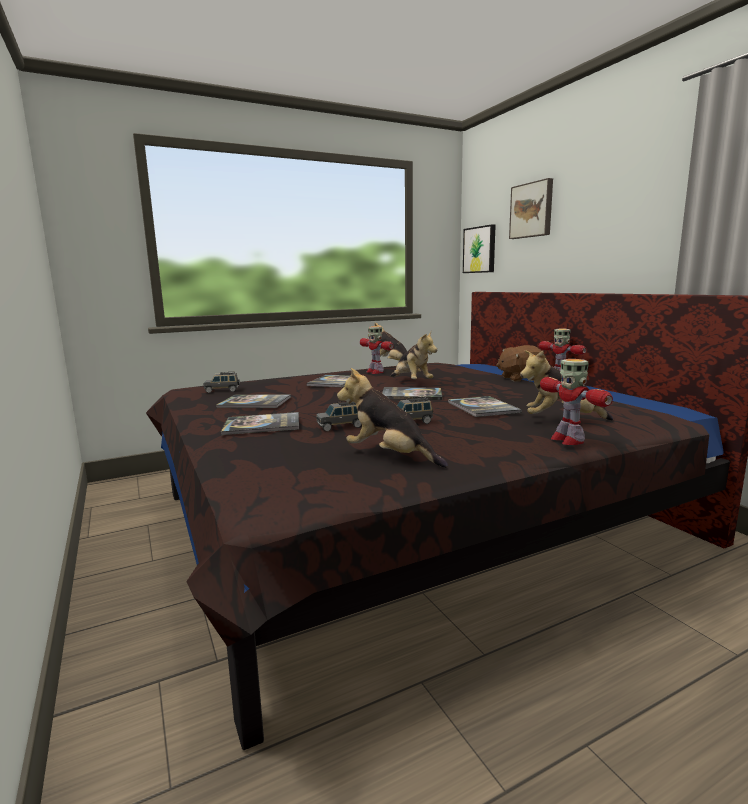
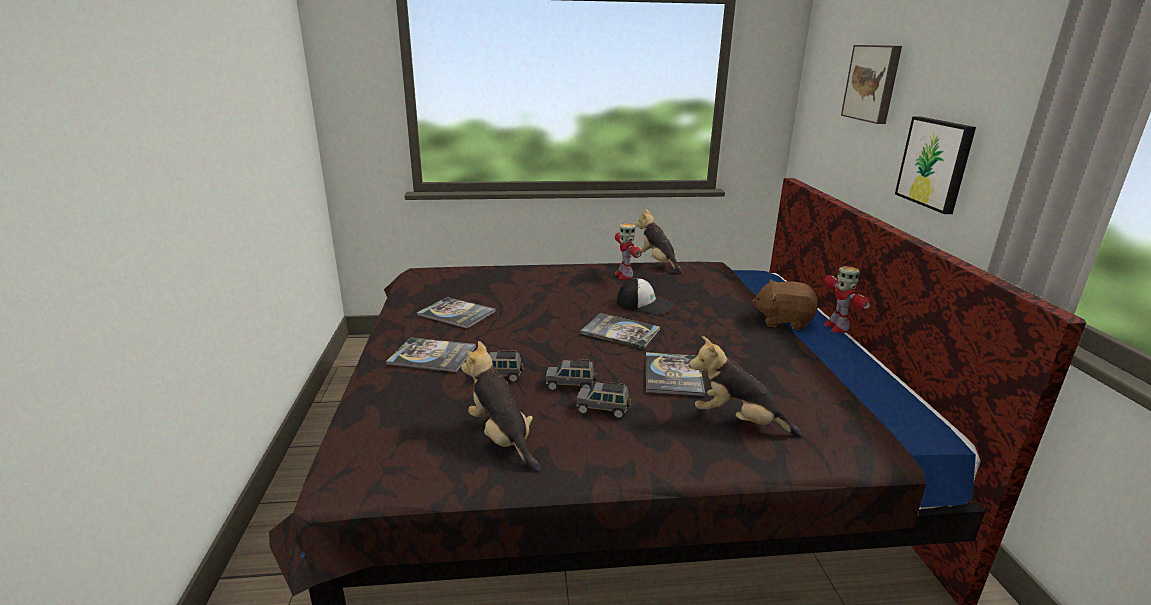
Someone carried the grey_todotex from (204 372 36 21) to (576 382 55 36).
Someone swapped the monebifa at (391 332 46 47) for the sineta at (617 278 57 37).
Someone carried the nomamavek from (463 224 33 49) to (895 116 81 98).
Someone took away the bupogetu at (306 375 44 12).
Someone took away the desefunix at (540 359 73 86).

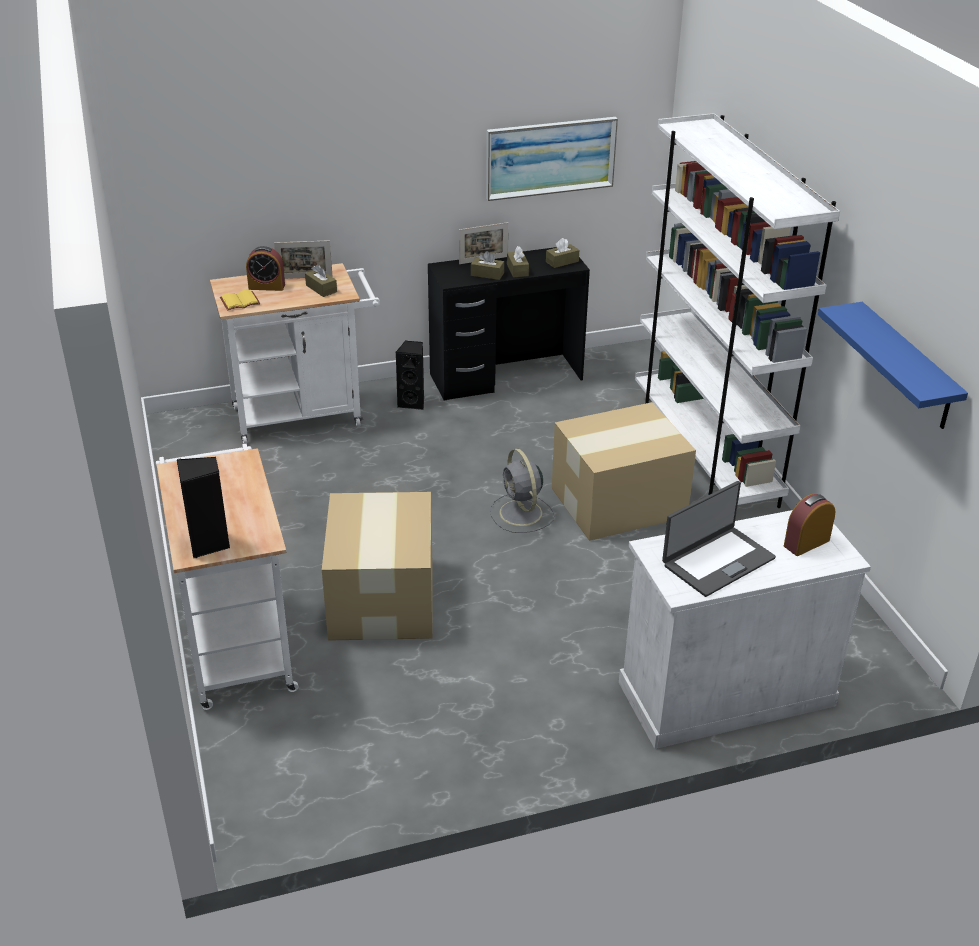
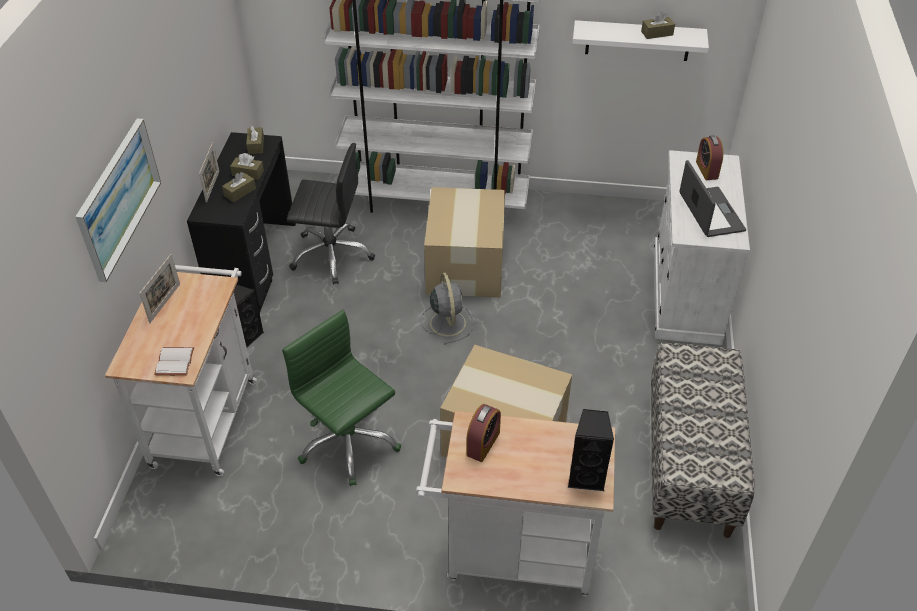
Someone carried the nomamavek from (486 117 132 84) to (75 118 86 164).
Someone repainted the yellow_bupogetu at (220 290 40 21), which became the white_bupogetu at (154 347 40 29).
Someone put down the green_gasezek at (282 310 119 176).
Someone put down the black_gasezek at (286 143 89 142).
Someone rotated the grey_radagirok at (490 449 65 84) by 105 degrees counterclockwise.
Someone carried the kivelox from (246 246 39 45) to (466 404 35 58).
Someone repainted the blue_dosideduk at (818 302 150 127), which became the white_dosideduk at (573 20 136 41).
Someone carried the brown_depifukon from (305 264 32 33) to (641 12 34 27).
Someone put down the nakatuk at (651 342 103 196).

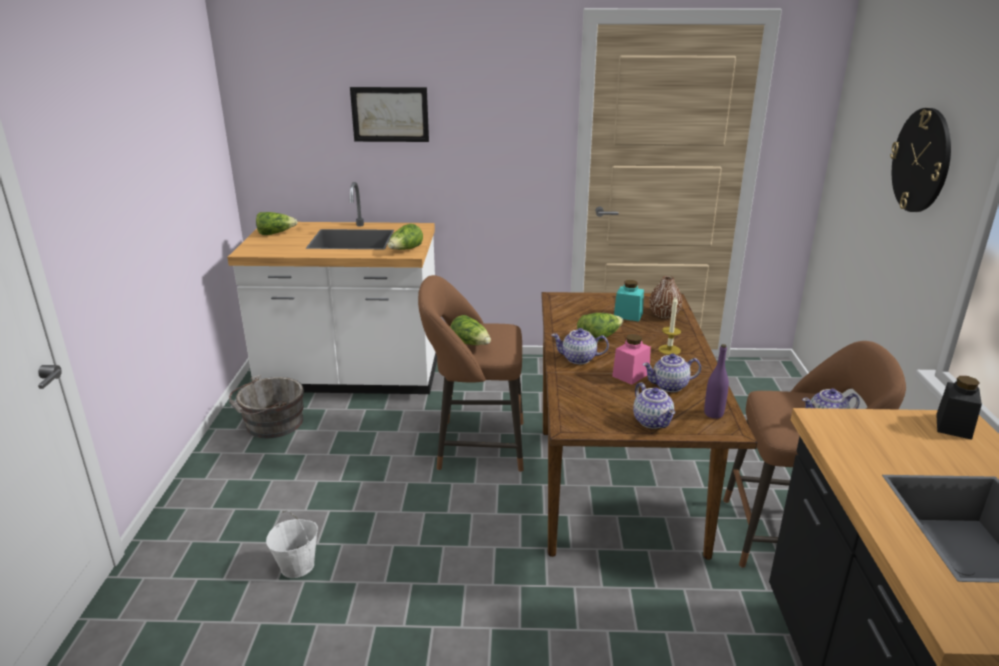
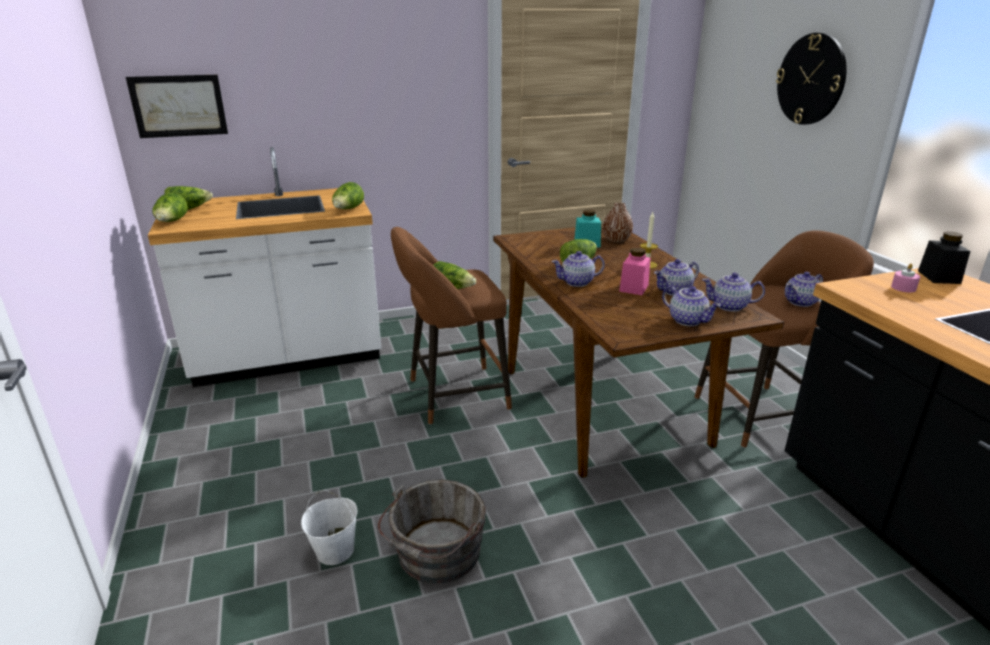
Someone carried the nomamavek from (350 87 79 55) to (126 75 102 63).
Someone put down the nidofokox at (152 193 36 29).
Someone carried the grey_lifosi from (229 375 75 63) to (378 479 108 105).
Someone swapped the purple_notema at (704 344 25 75) for the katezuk at (702 273 63 39).
Someone put down the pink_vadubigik at (891 264 29 29).

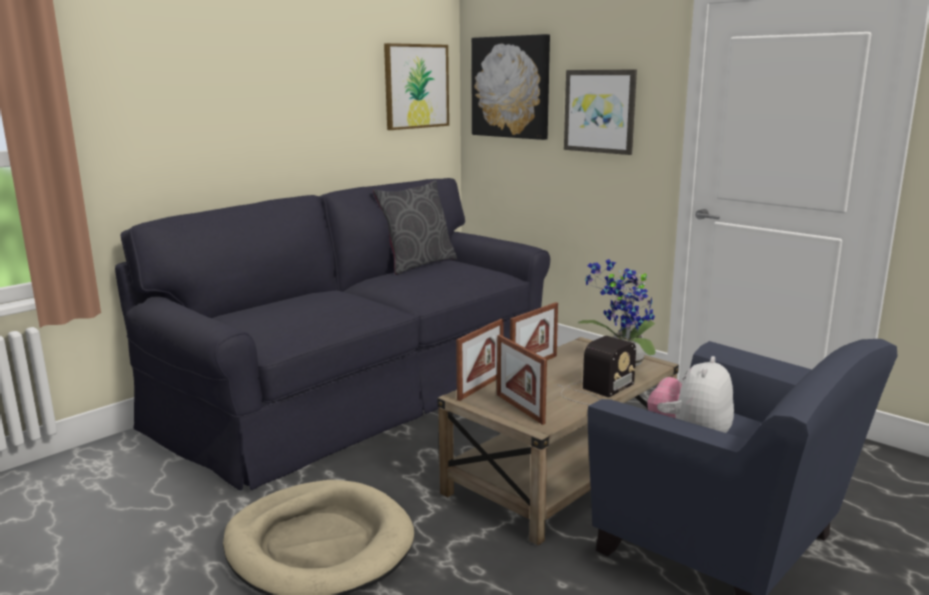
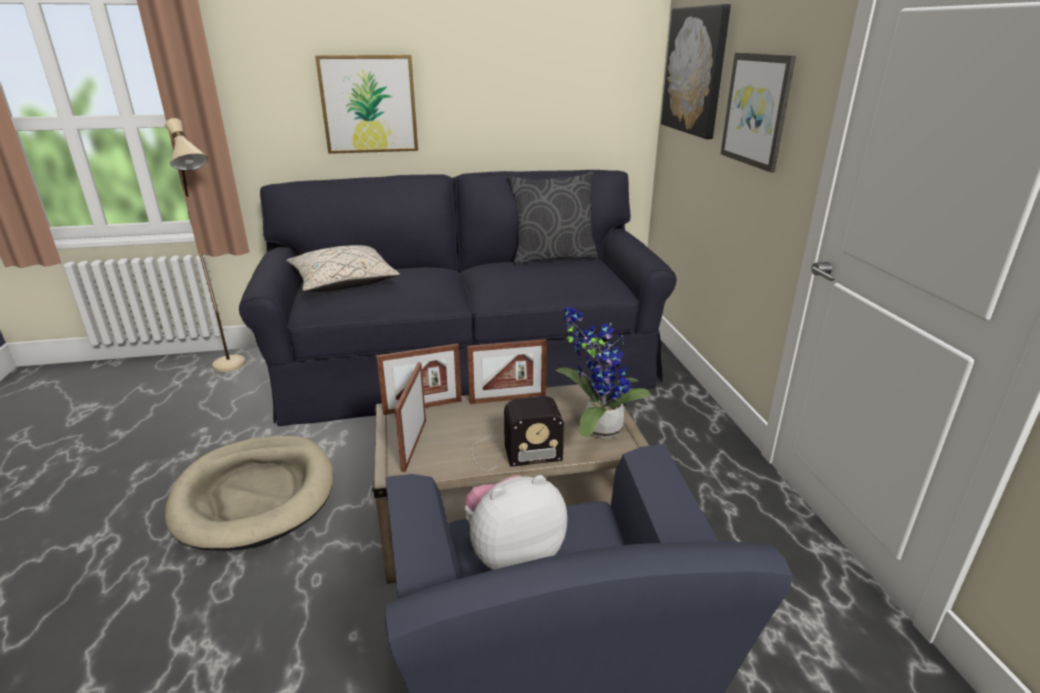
Someone put down the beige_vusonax at (165 118 81 254).
Someone put down the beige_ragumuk at (286 245 114 47).
Someone carried the nomamavek from (384 43 65 87) to (315 55 103 99).

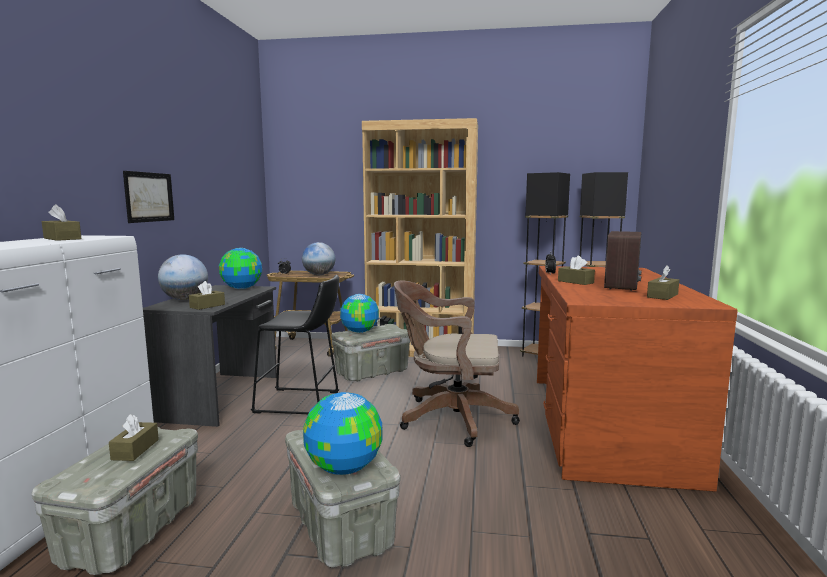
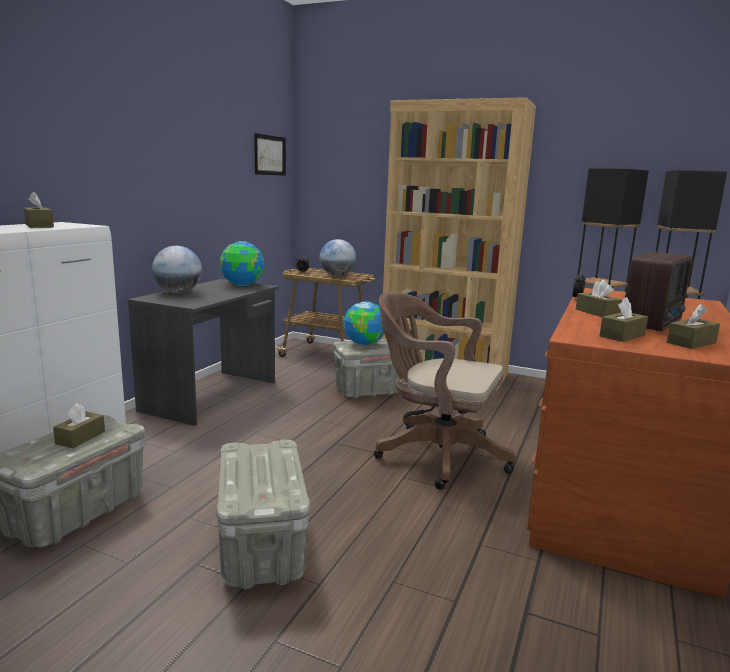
Someone carried the nomamavek from (123 171 51 52) to (254 133 32 43).
Someone carried the brown_depifukon from (189 281 36 29) to (599 297 49 45).
Someone took away the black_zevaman at (251 275 88 139).
Someone took away the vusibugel at (303 392 80 83).

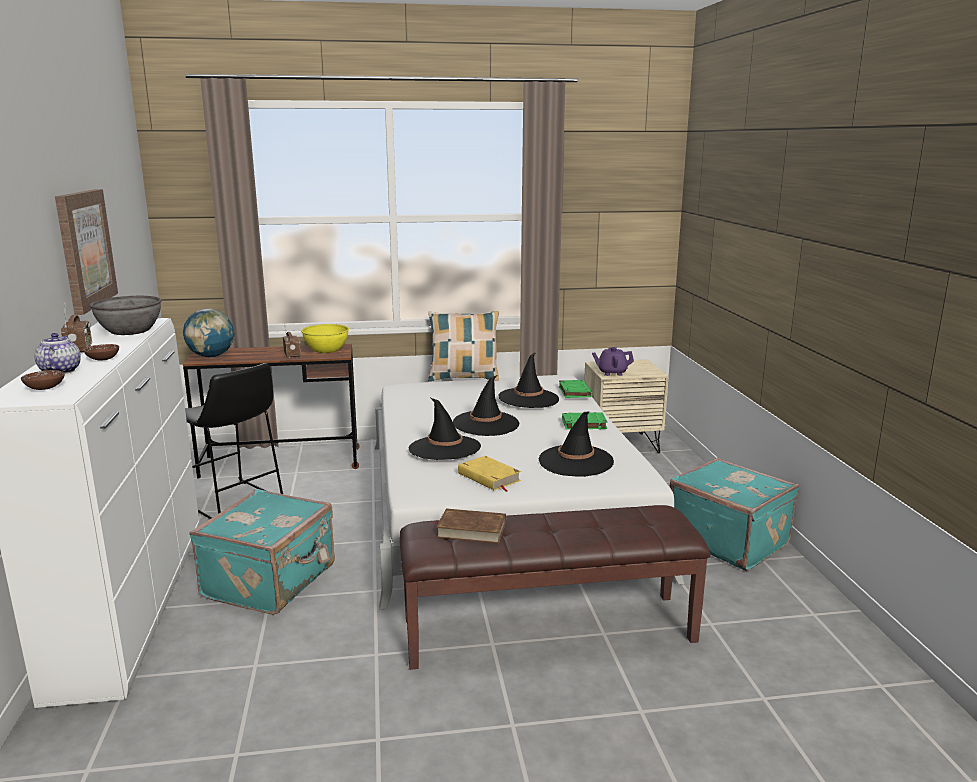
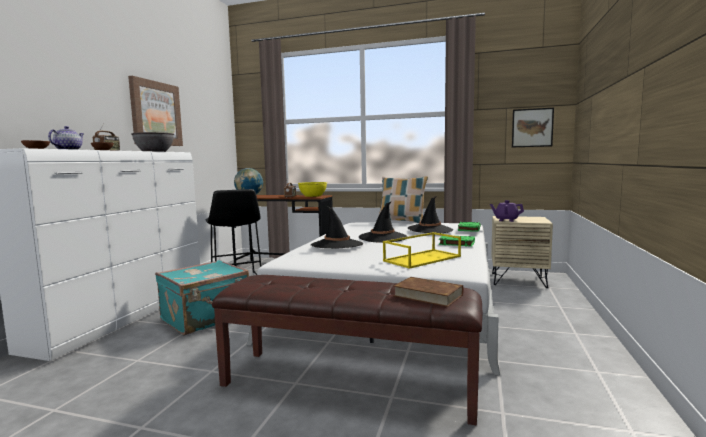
Someone swapped the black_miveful at (539 411 75 66) for the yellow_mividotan at (383 232 78 37).
Someone carried the brown_bupogetu from (433 509 73 34) to (394 277 69 30).
Someone put up the nomamavek at (512 108 42 39).
Someone took away the yellow_bupogetu at (458 456 63 36).
Someone took away the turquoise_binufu at (670 458 129 113).

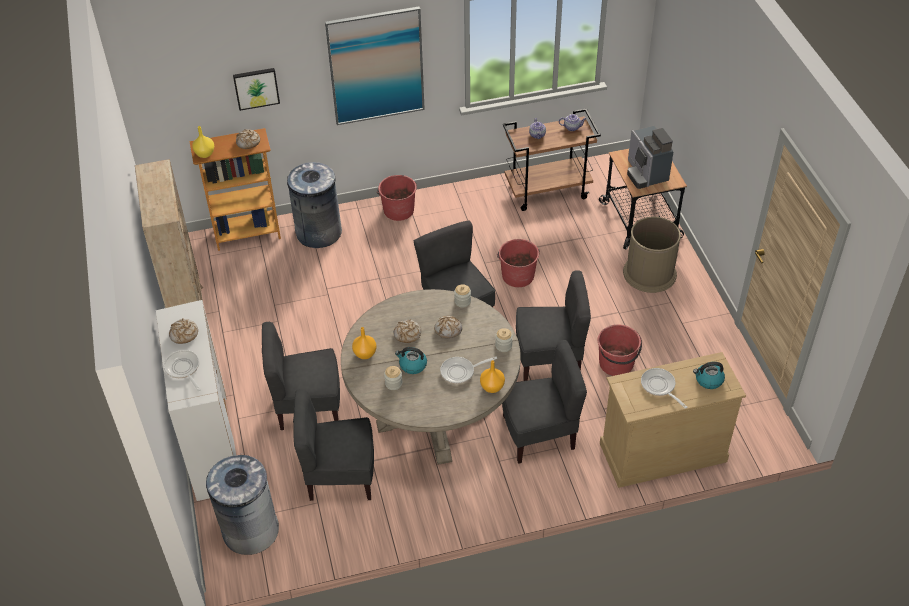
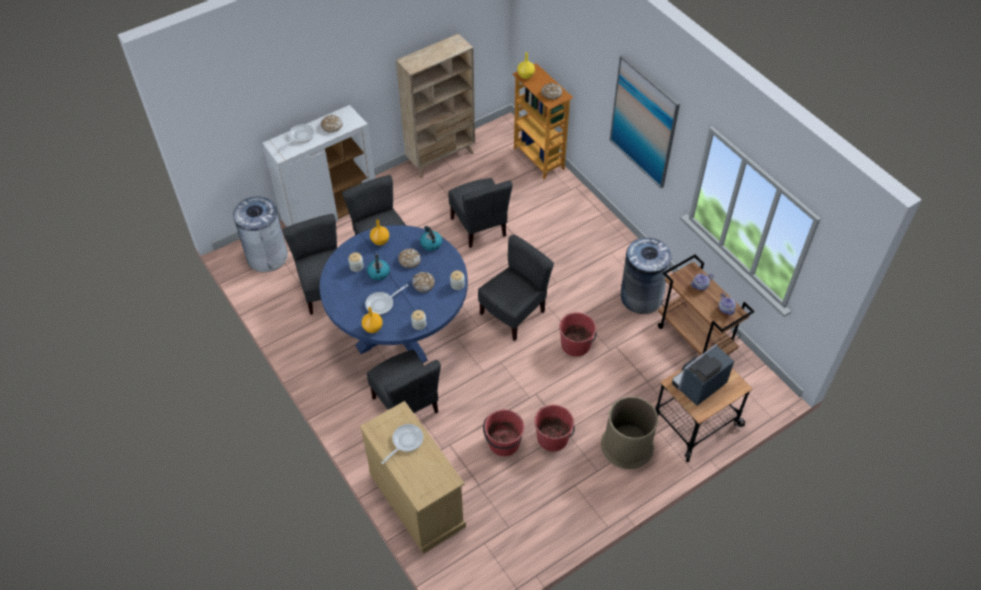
Someone repainted the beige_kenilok at (341 289 180 176), which became the blue_kenilok at (320 225 148 138).
Someone rotated the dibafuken at (440 357 57 27) by 90 degrees counterclockwise.
Someone carried the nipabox from (693 362 32 27) to (420 226 22 25).
Someone carried the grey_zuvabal from (516 270 75 111) to (448 178 65 70).
Someone carried the red_lifosi from (377 175 40 46) to (534 405 41 46).
Someone carried the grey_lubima from (287 162 55 86) to (621 236 50 78).
Someone took away the nomamavek at (233 68 47 43).

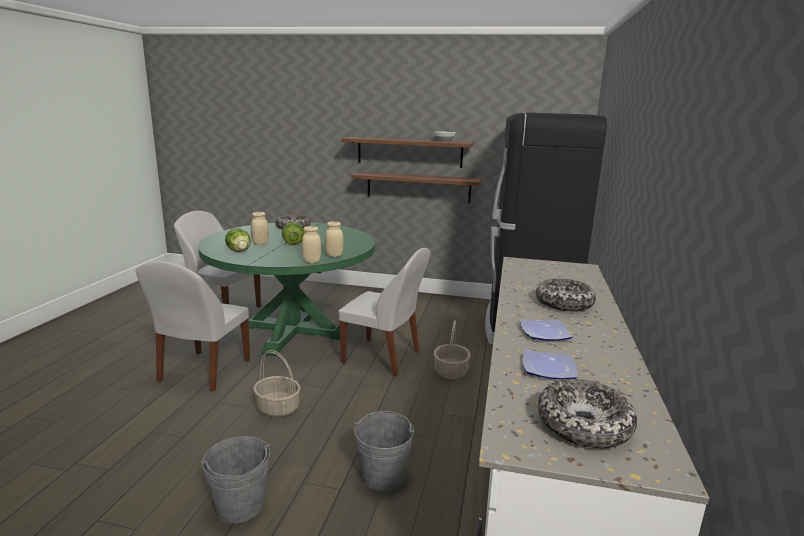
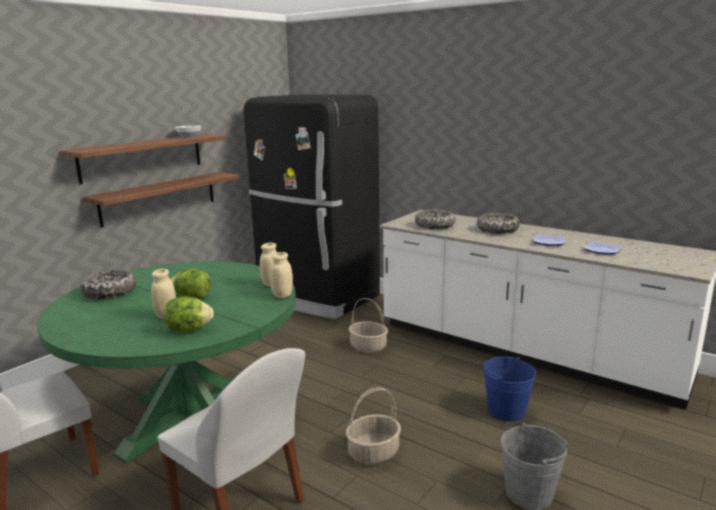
Someone carried the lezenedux from (538 379 99 69) to (415 209 40 20).
Someone repainted the grey_lifosi at (354 411 60 80), which became the blue_lifosi at (483 356 53 65).
Someone took away the white_zuvabal at (338 248 92 128).

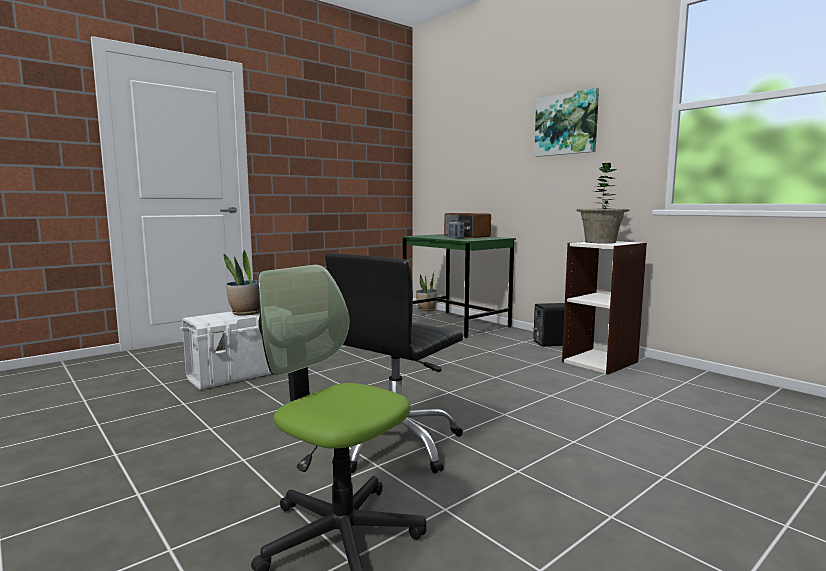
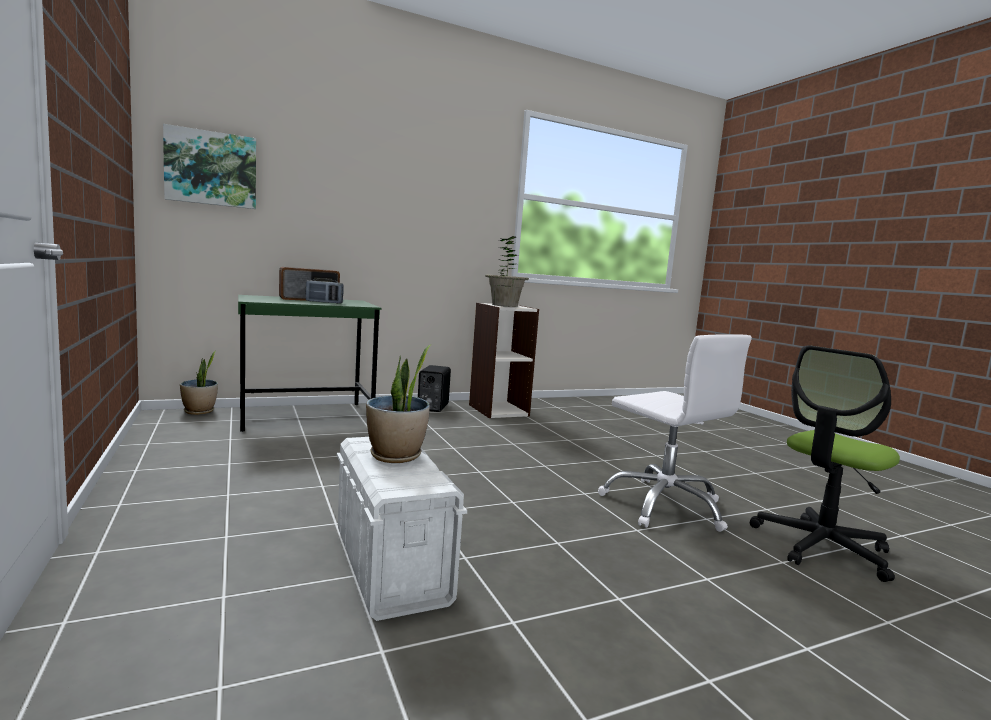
Someone carried the nomamavek from (534 88 65 69) to (163 124 93 85).
Someone repainted the black_gasezek at (325 254 138 220), which became the white_gasezek at (598 334 154 198).

